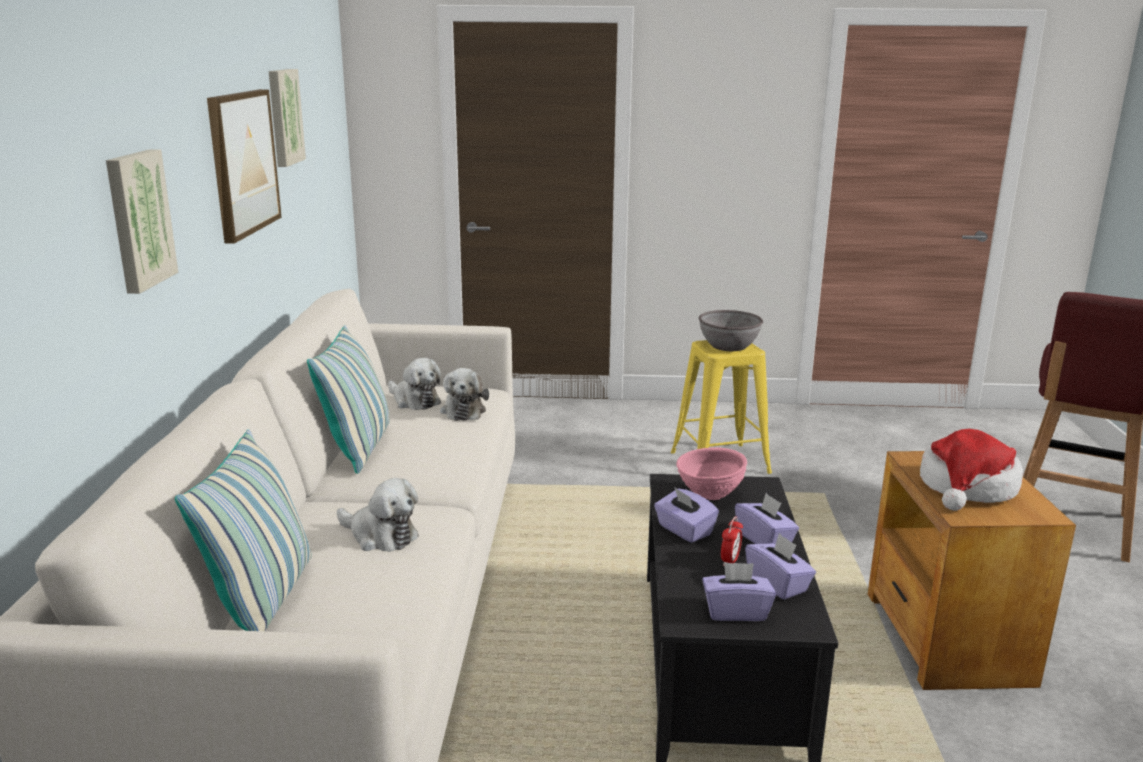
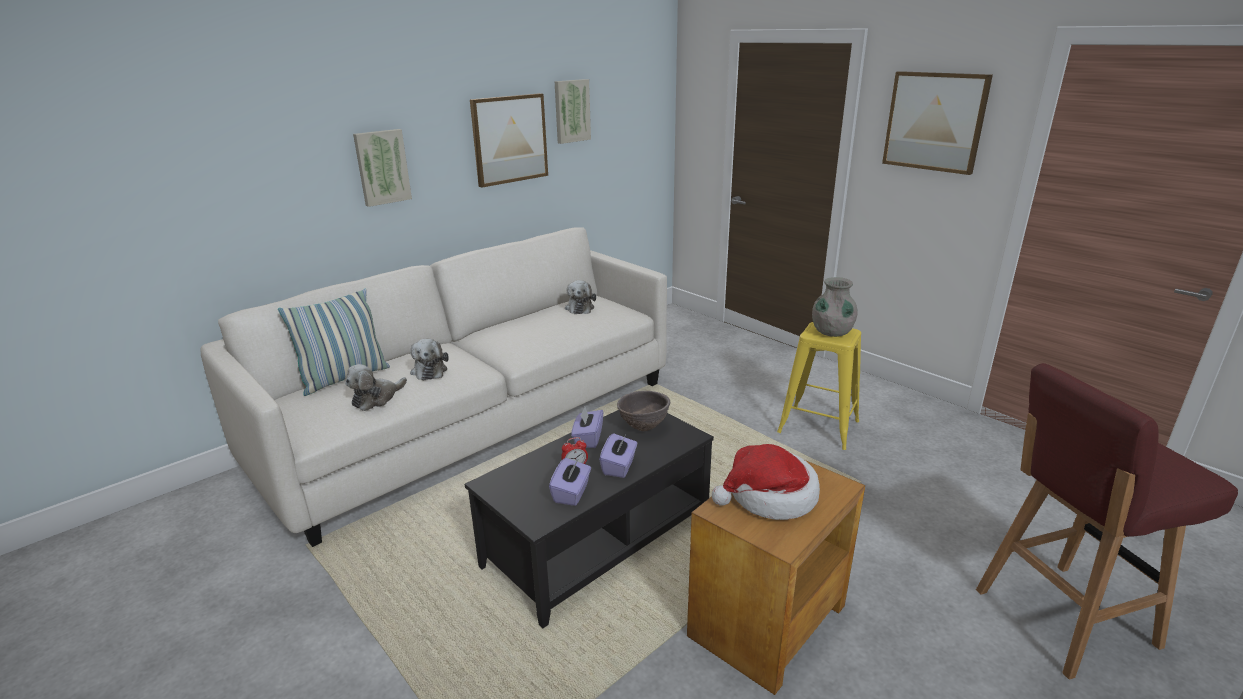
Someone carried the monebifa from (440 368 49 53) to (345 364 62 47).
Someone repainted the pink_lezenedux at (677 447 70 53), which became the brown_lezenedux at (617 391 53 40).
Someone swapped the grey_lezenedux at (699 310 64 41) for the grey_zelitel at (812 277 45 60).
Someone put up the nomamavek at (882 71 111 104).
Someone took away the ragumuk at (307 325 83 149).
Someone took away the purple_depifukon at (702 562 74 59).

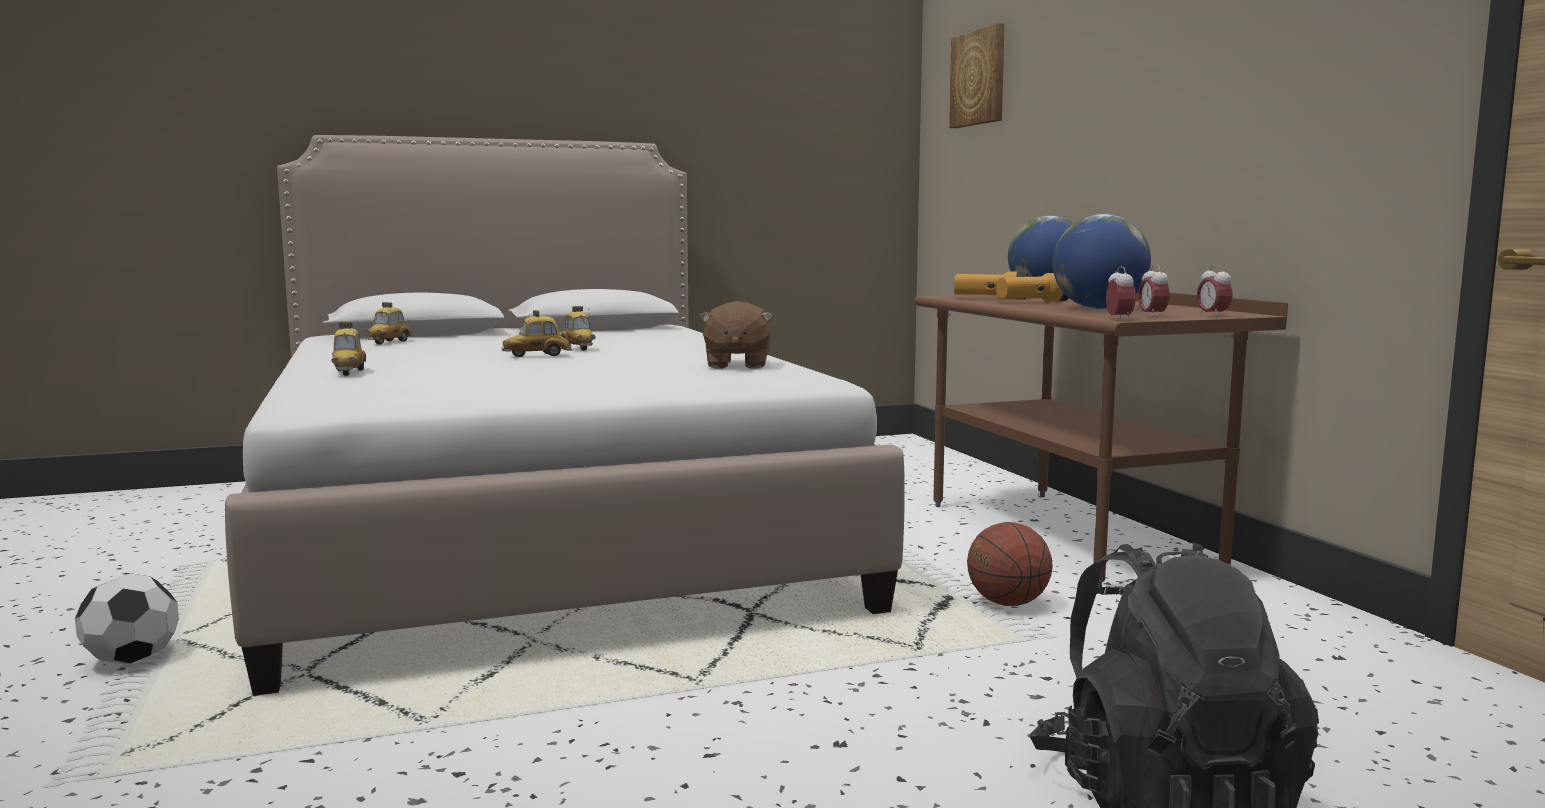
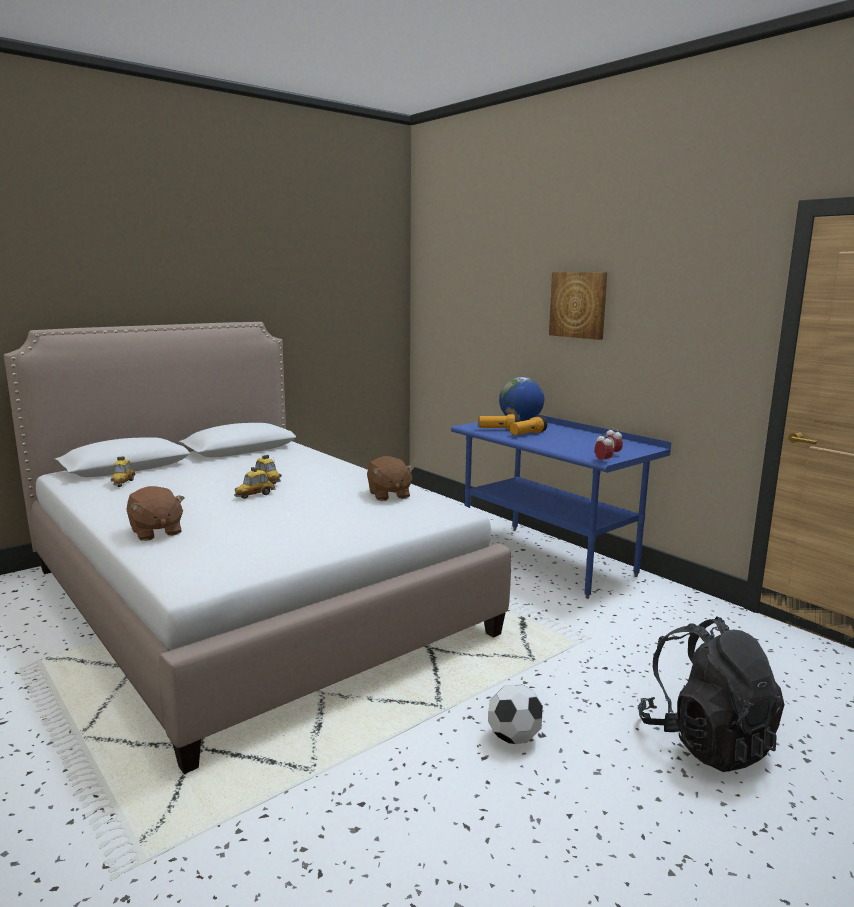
Someone swapped the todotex at (331 322 35 54) for the brown_monebifa at (126 486 59 55).
Someone repainted the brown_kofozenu at (914 293 374 295), which became the blue_kofozenu at (451 415 220 184).
Someone carried the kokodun from (75 573 104 91) to (488 684 55 60).
Someone carried the nomamavek from (949 23 56 105) to (549 272 58 68).
Someone took away the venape at (967 522 86 84).
Someone took away the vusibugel at (1053 214 98 95).
Someone took away the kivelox at (1197 265 36 52).

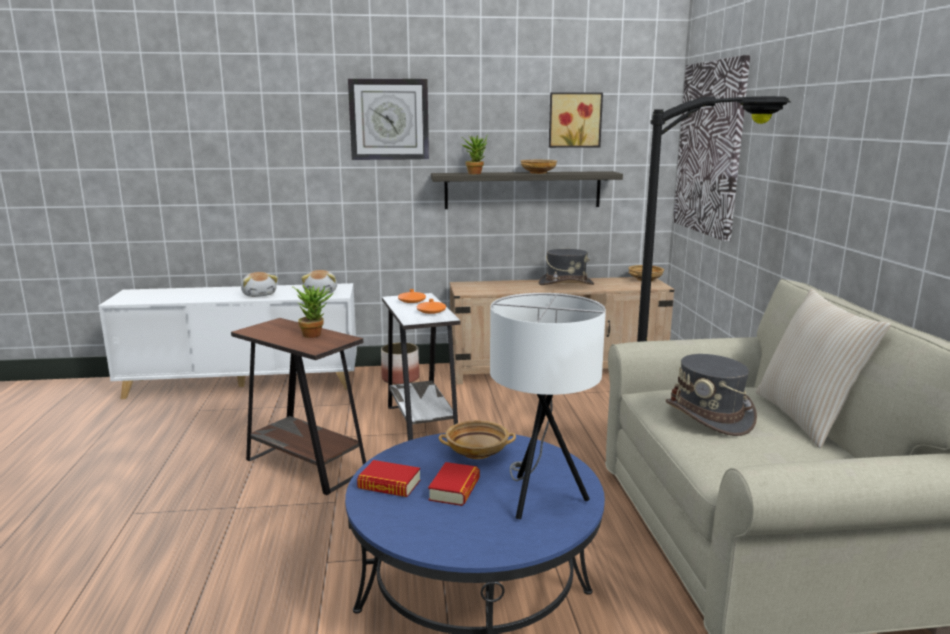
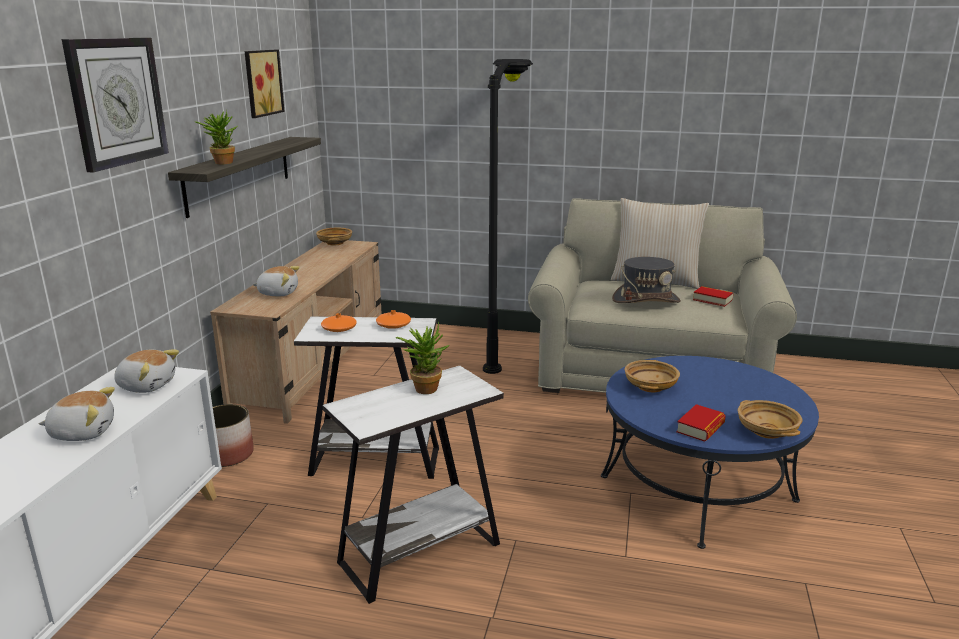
Someone put down the monebifa at (253 266 47 30).
Someone repainted the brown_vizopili at (231 318 135 177), which became the white_vizopili at (323 366 181 238).
Someone carried the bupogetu from (428 462 52 44) to (693 286 40 21).
Someone carried the beige_lezenedux from (521 160 36 14) to (738 400 64 39).
Someone took away the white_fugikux at (490 293 116 226).
Someone took away the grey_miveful at (538 249 56 36).
Someone took away the nomamavek at (673 55 77 187).

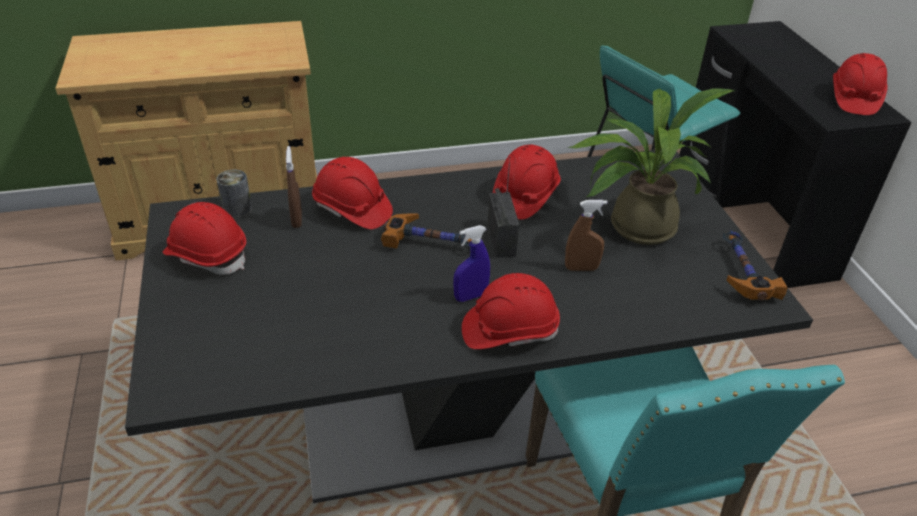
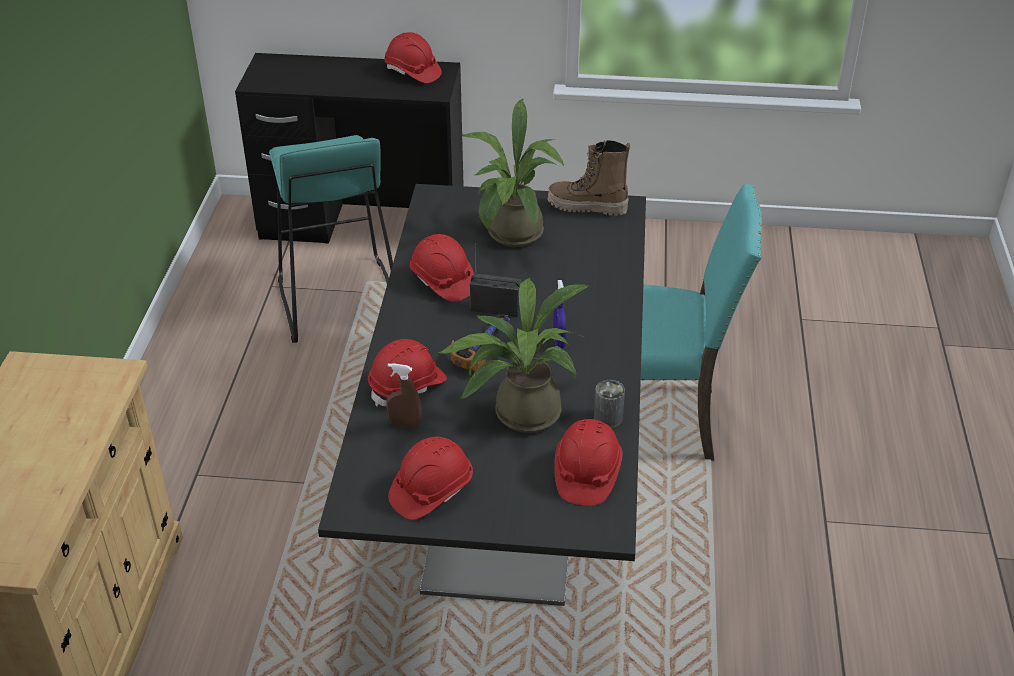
Someone put down the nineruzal at (438 278 152 155).
Someone swapped the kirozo at (723 230 64 71) for the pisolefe at (548 140 82 76).
Someone carried the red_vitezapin from (462 273 98 76) to (554 419 69 87).
Someone carried the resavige from (217 169 35 49) to (594 380 31 48).
Someone took away the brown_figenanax at (565 200 43 71).

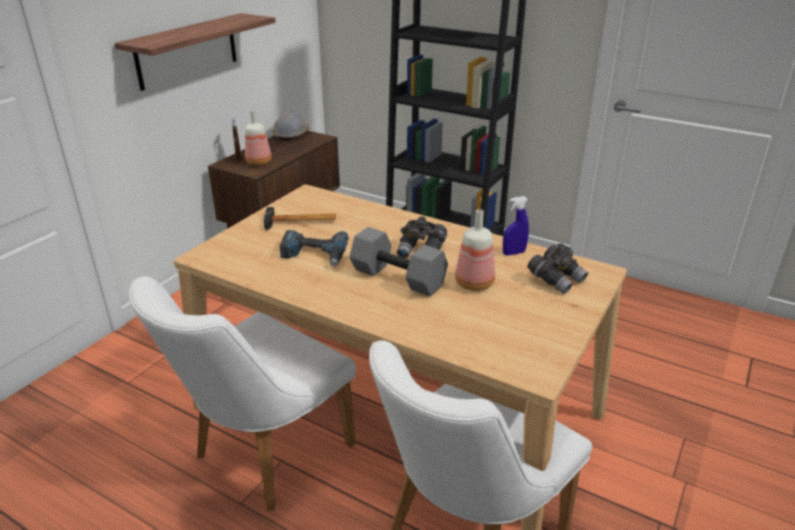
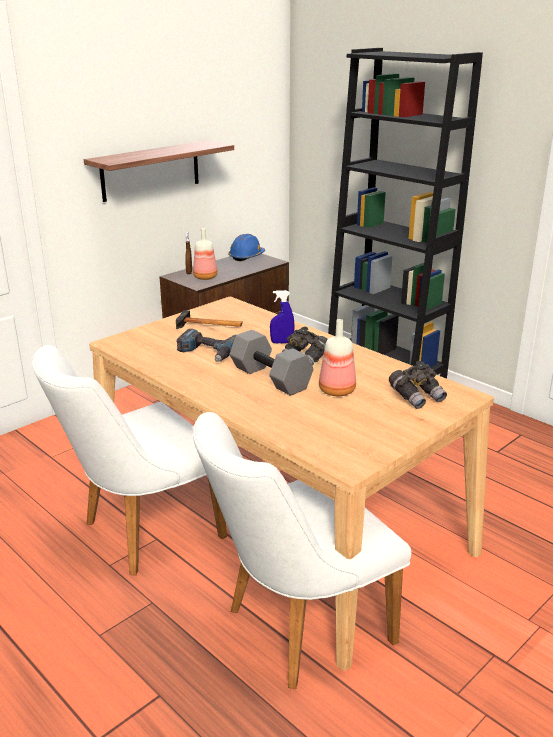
Someone repainted the grey_vitezapin at (273 111 36 30), which became the blue_vitezapin at (228 234 37 27).
Someone carried the blue_figenanax from (503 196 26 60) to (270 290 25 54).

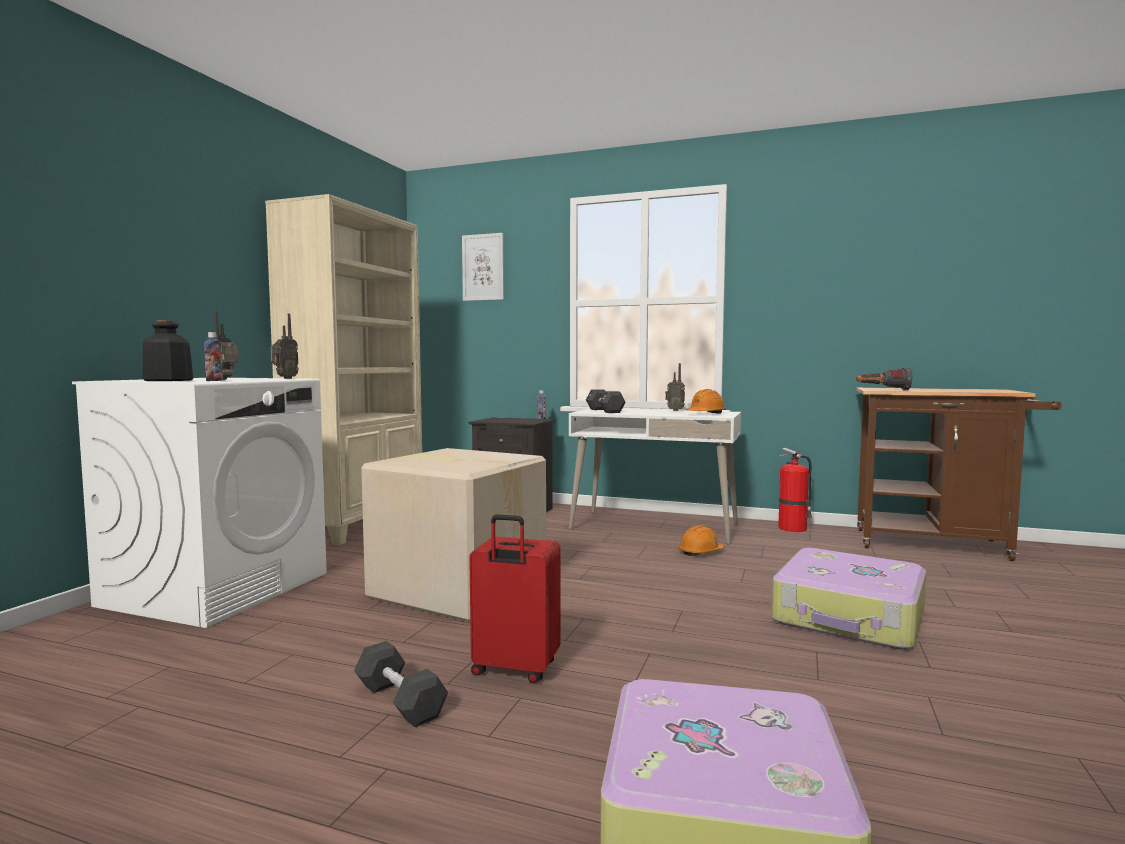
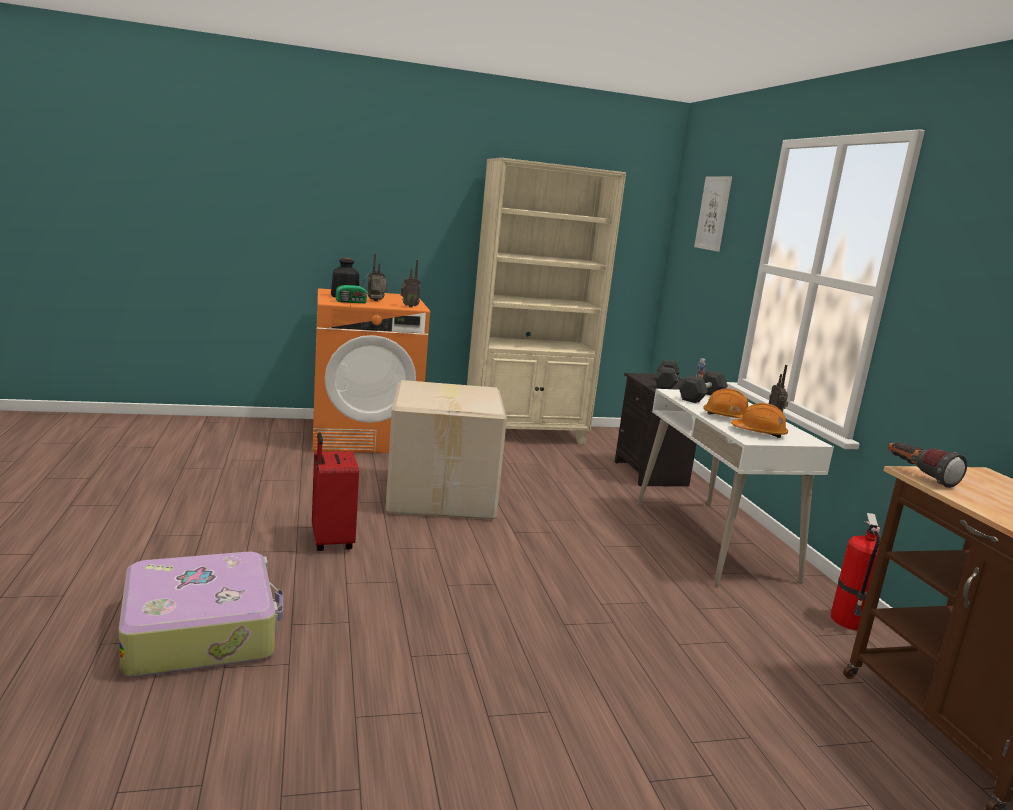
Someone repainted the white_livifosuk at (72 378 255 250), which became the orange_livifosuk at (313 288 117 165).
Someone swapped the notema at (204 332 19 49) for the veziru at (336 274 32 29).
Someone carried the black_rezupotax from (354 641 94 86) to (654 359 26 30).
Someone carried the orange_vitezapin from (678 525 46 31) to (703 389 45 30).
Someone took away the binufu at (772 548 154 101).

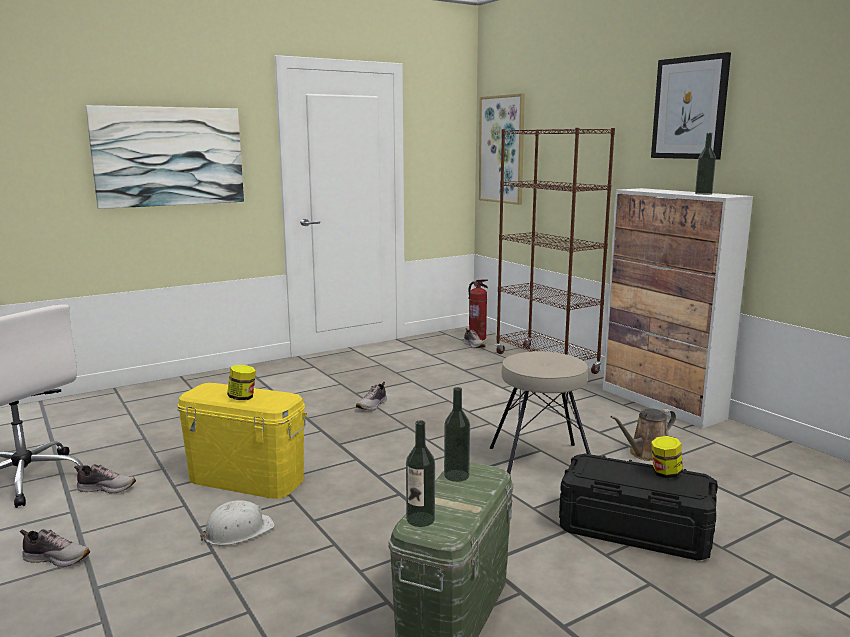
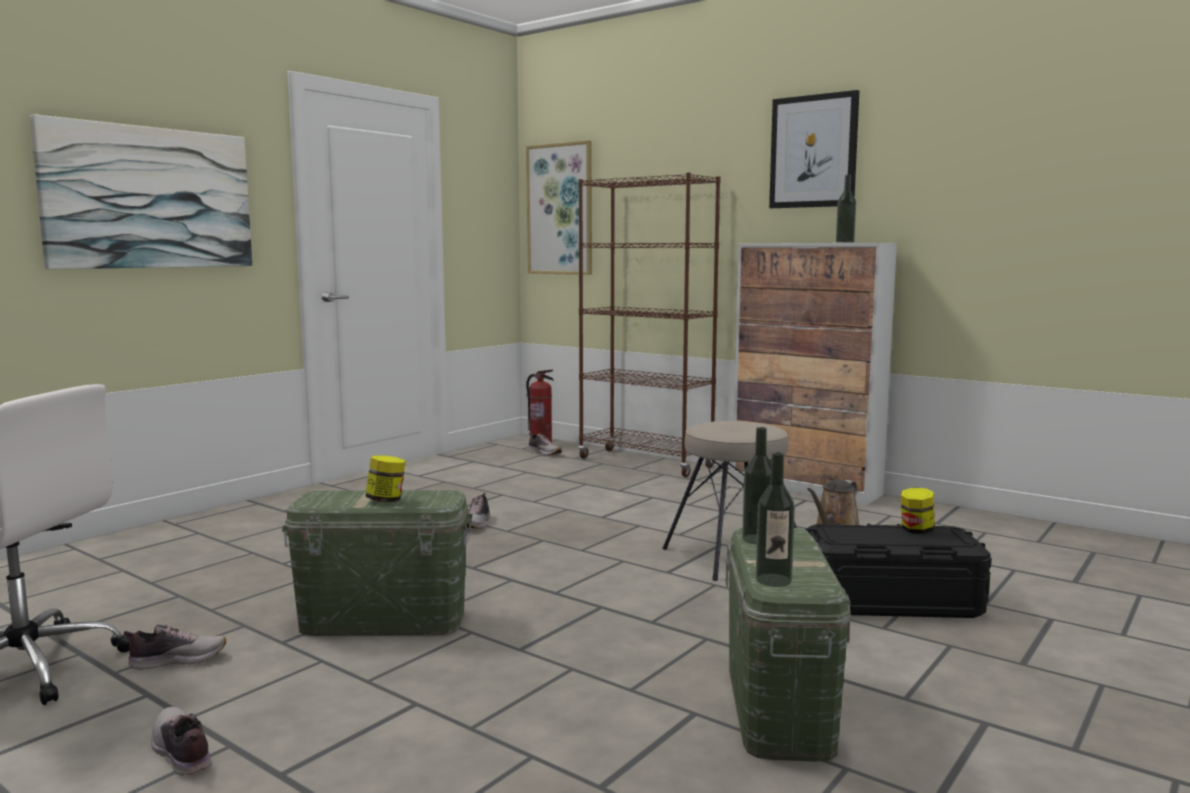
Someone rotated the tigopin at (20 529 70 38) by 120 degrees counterclockwise.
Someone repainted the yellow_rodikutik at (177 383 130 116), which became the green_rodikutik at (282 490 190 146).
Someone took away the white_vitezapin at (200 500 75 46).

